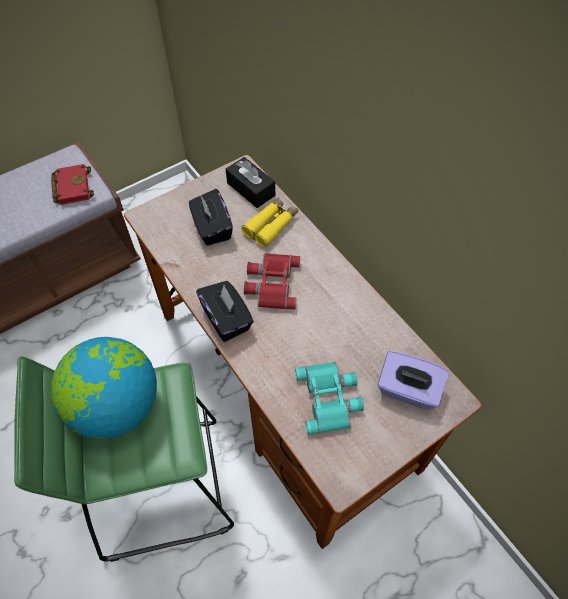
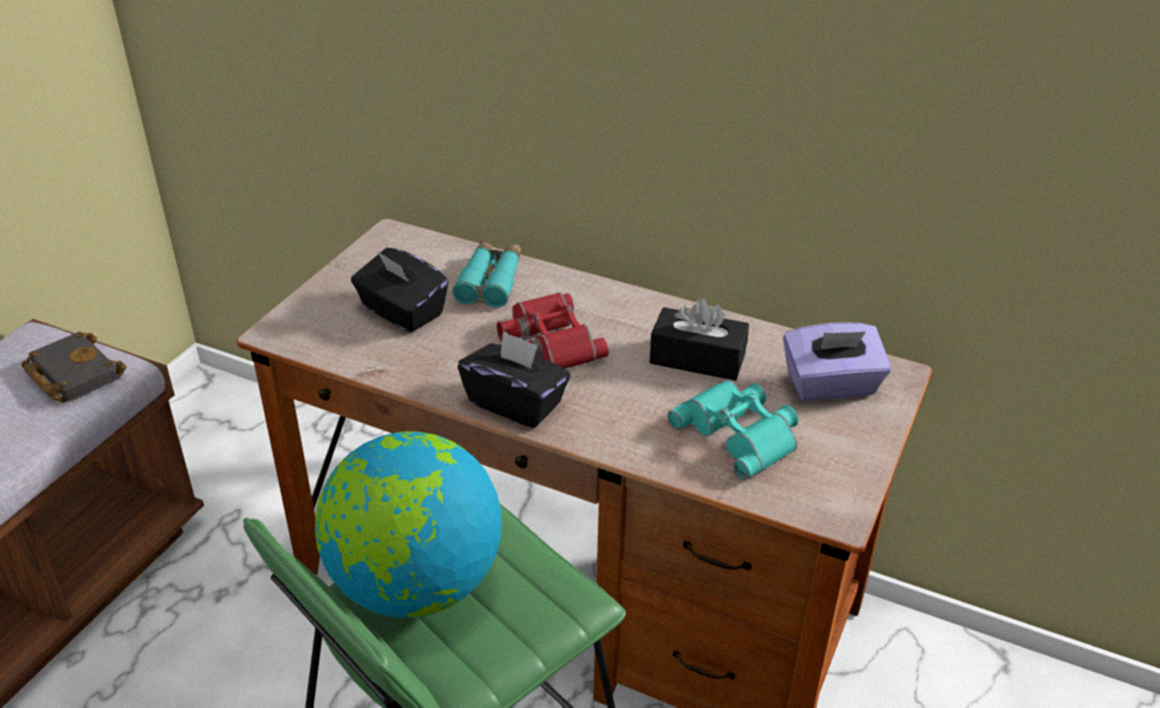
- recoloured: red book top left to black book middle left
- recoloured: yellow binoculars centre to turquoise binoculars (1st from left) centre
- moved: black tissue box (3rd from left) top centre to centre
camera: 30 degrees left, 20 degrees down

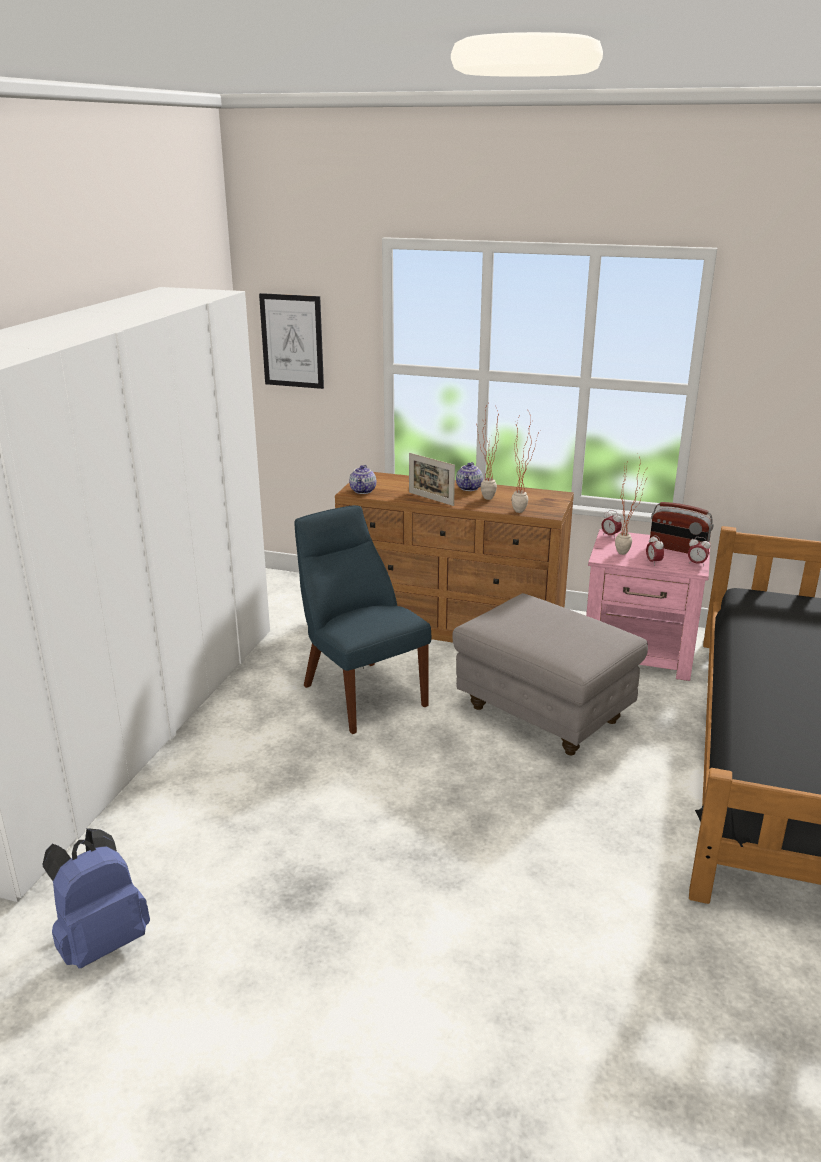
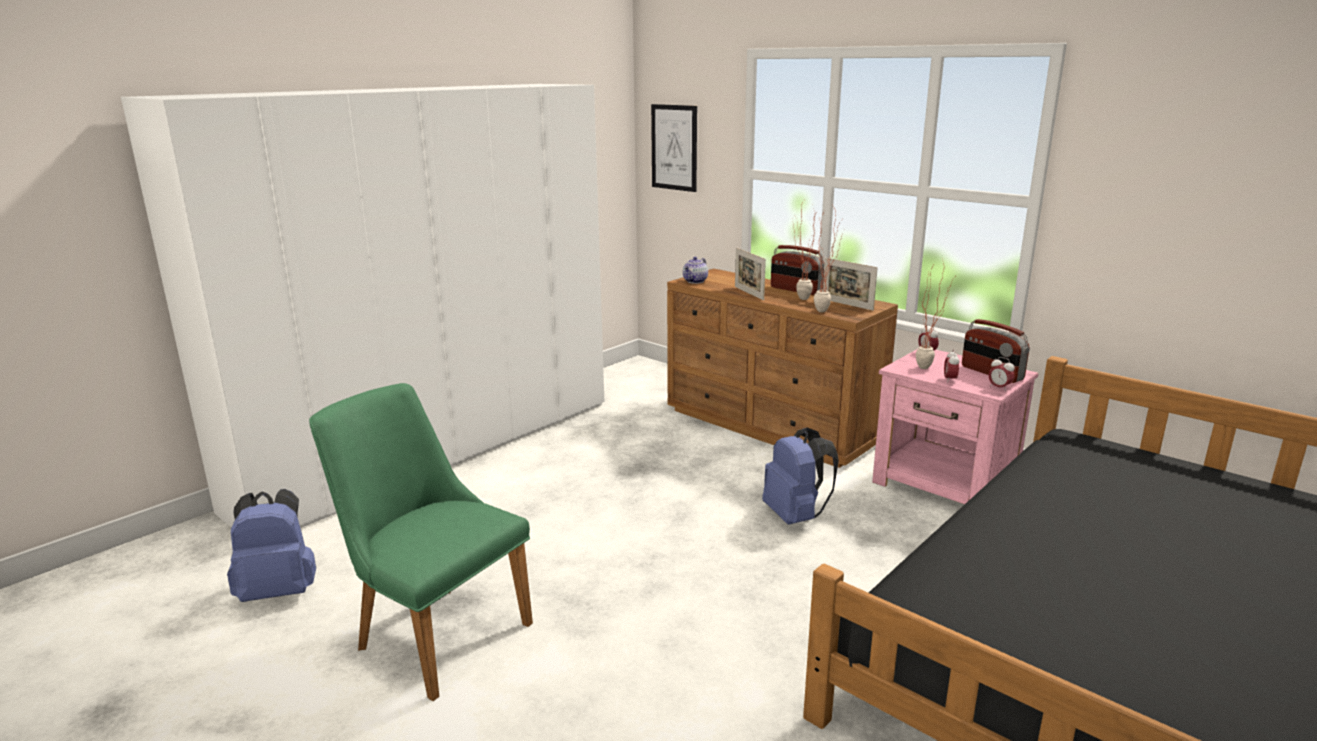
- added: green chair bottom left
- replaced: grey ottoman middle right to blue backpack (2nd from left) centre
- replaced: teapot (2nd from left) centre to radio (1st from left) centre
- added: picture frame (2nd from left) centre
- removed: blue chair centre
camera: 25 degrees right, 5 degrees down

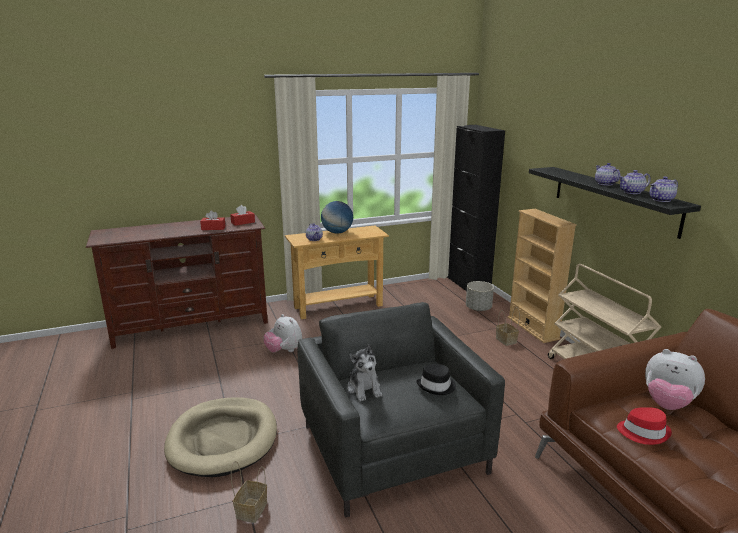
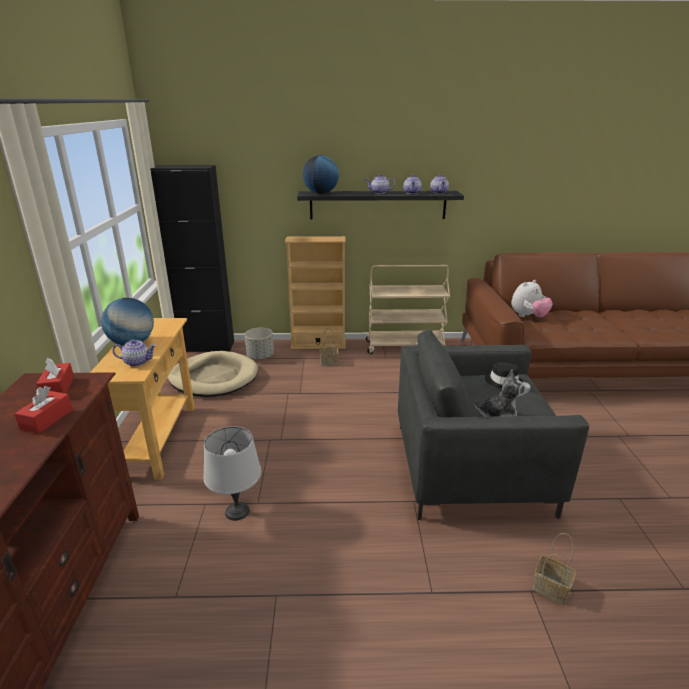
- moved: beige dog bed bottom left to middle left
- replaced: plush toy (1st from left) centre to grey table lamp bottom centre
- added: globe (2nd from left) top centre
- removed: red hat bottom right
camera: 70 degrees left, 5 degrees up

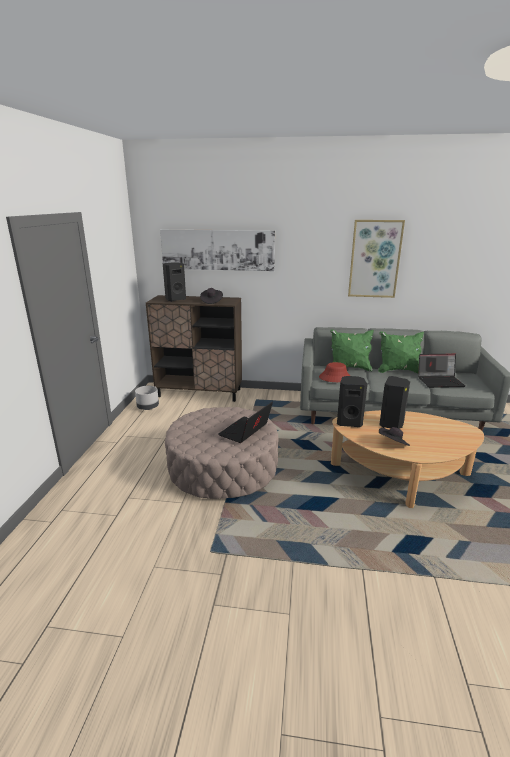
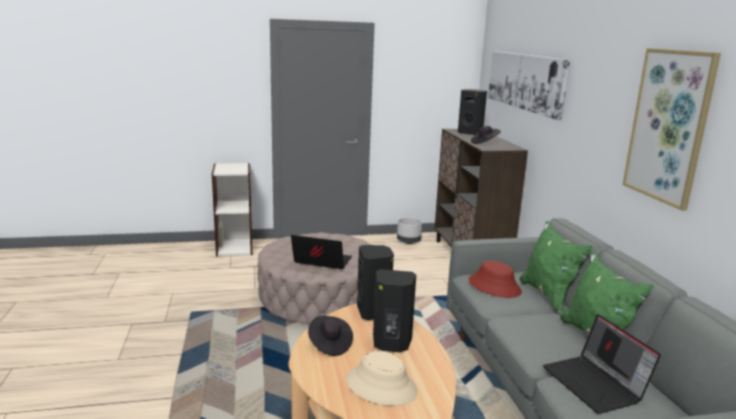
- added: bookcase middle left
- added: beige hat bottom centre
camera: 70 degrees right, 5 degrees down

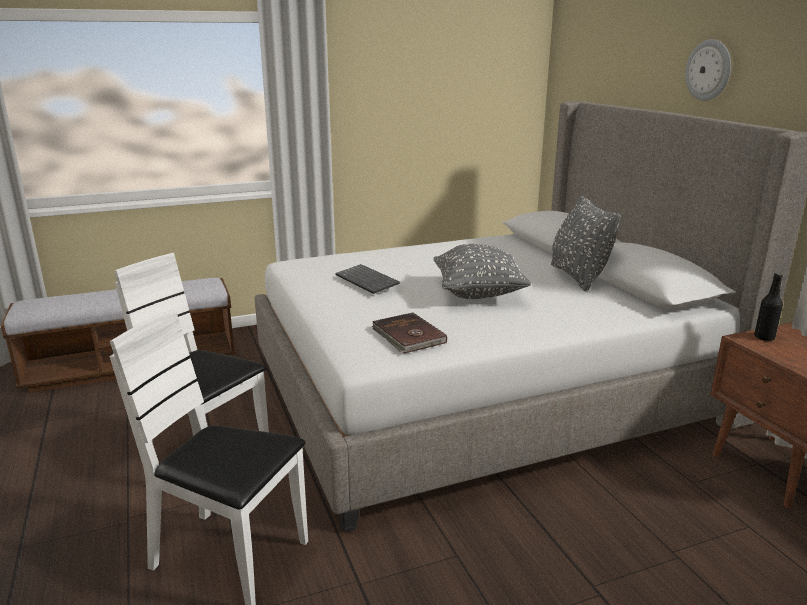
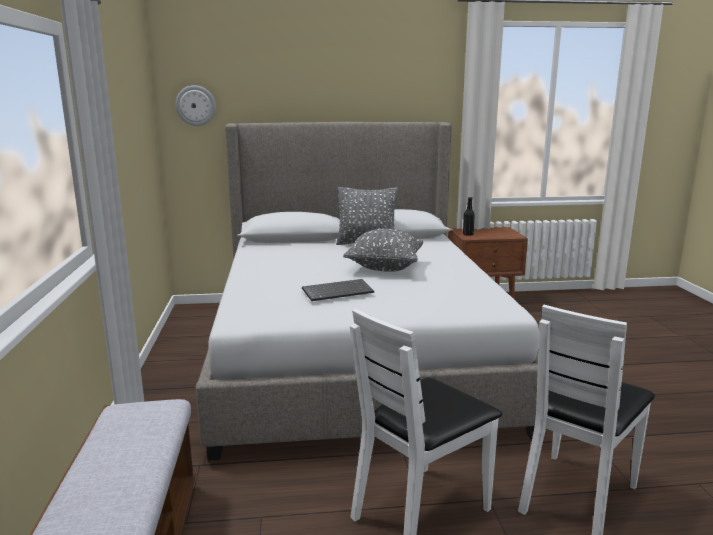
- moved: wall clock top right to top left
- removed: brown book centre
camera: 75 degrees left, 5 degrees down

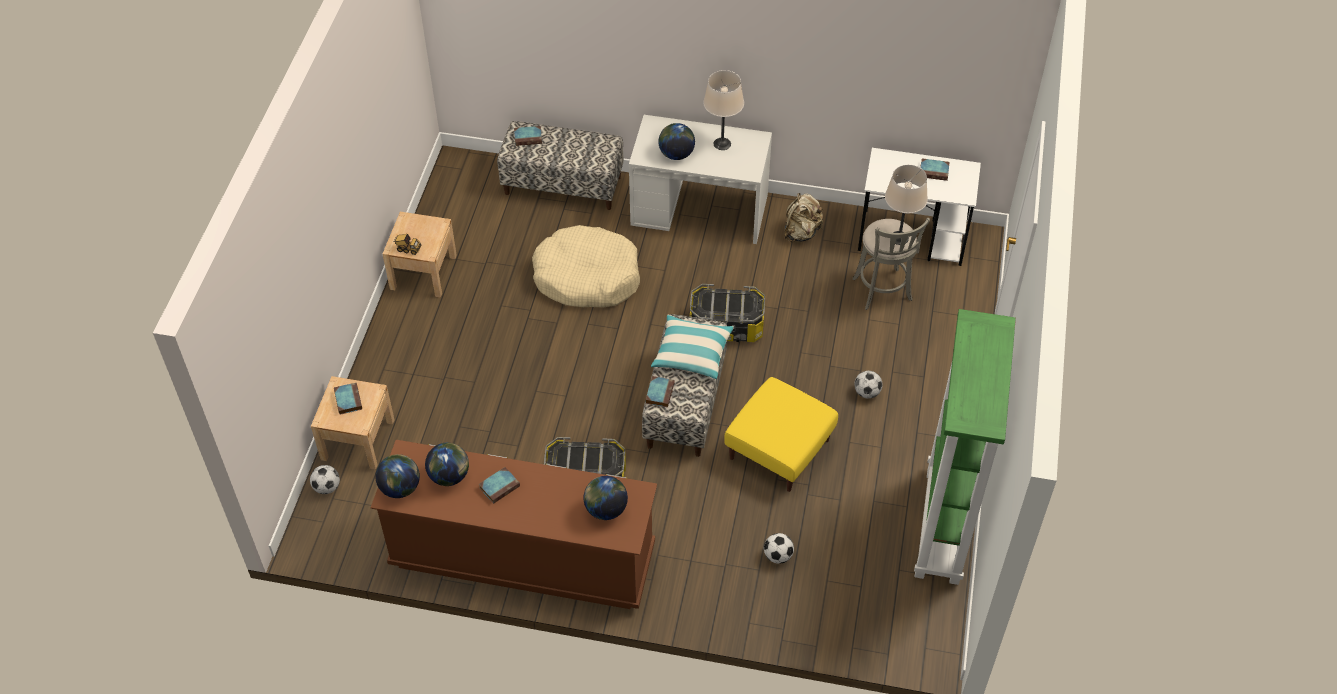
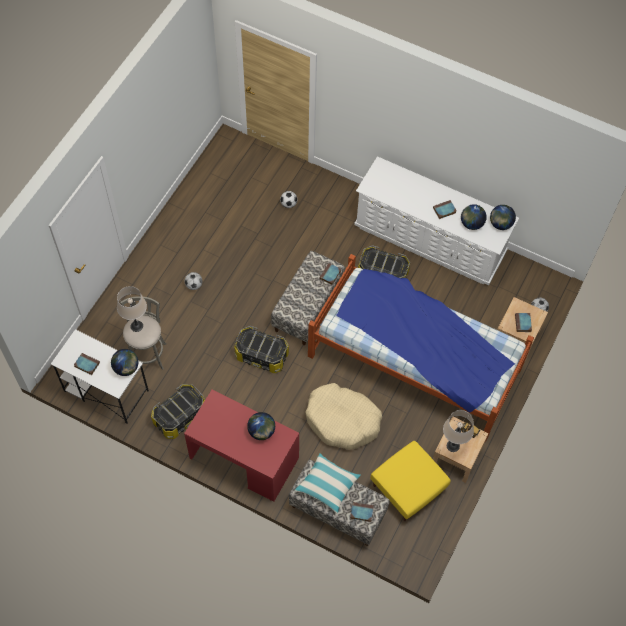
- moved: globe (3rd from left in the first image) bottom centre to globe (1st from left) middle left
- replaced: beige backpack top centre to storage box (1st from left) middle left
- recoloured: white desk (1st from left) top centre to red desk bottom centre
- moved: pillow centre to bottom centre
- added: bed middle right
- recoloured: brown dresser bottom centre to white dresser middle right
- moved: yellow ottoman centre to bottom centre
- moved: beige table lamp (1st from left in the first image) top centre to beige table lamp (2nd from left) bottom right
- removed: green bookcase middle right
camera: 165 degrees left, 10 degrees up

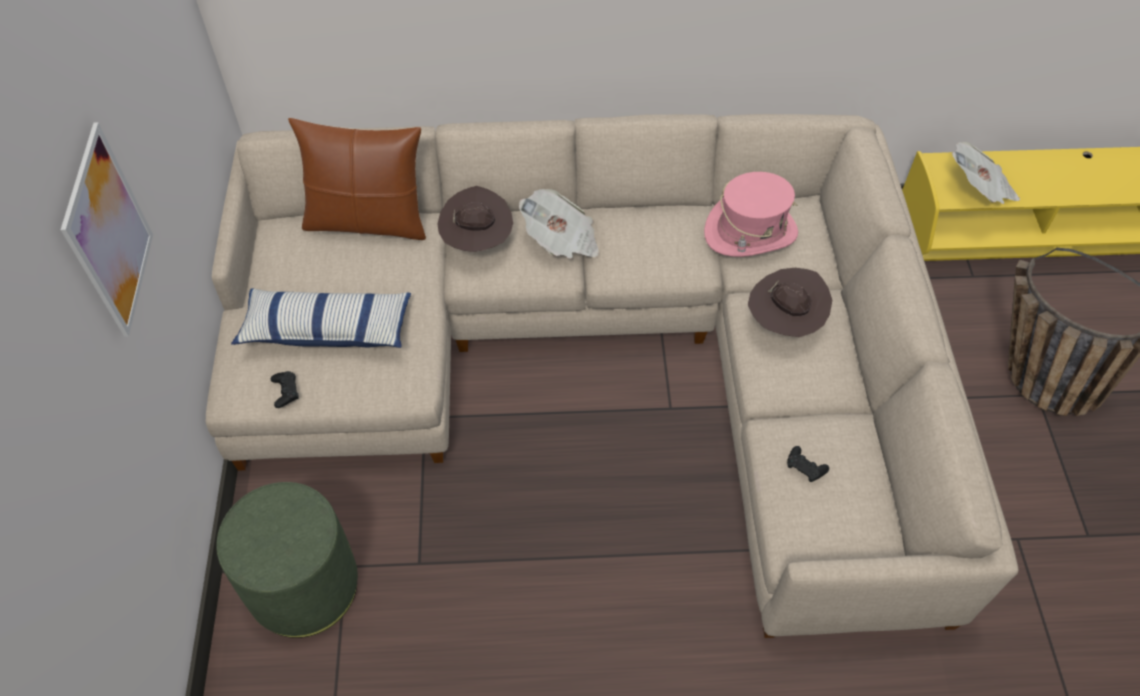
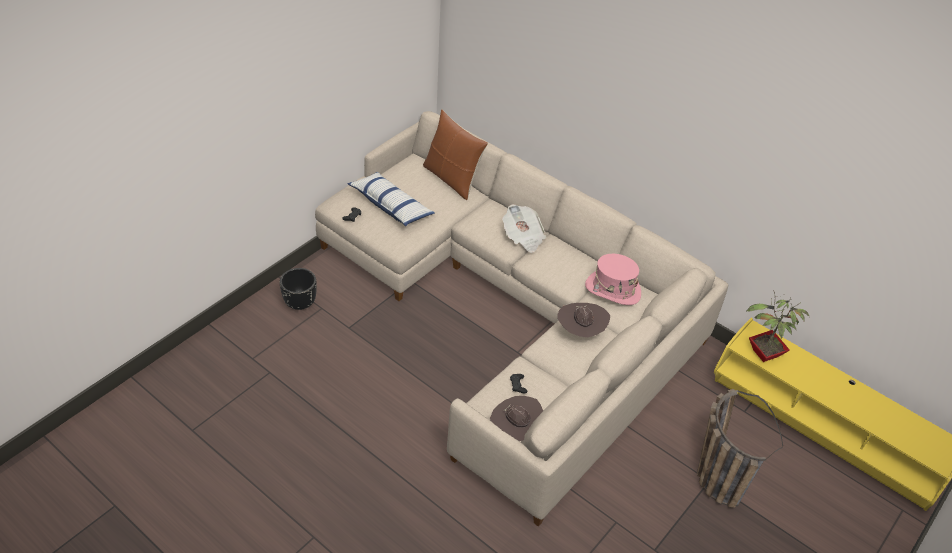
- replaced: green ottoman bottom left to black planter middle left
- moved: brown hat (1st from left) top centre to bottom centre
- replaced: newspaper (2nd from left) top right to potted plant middle right
- removed: picture top left
camera: 40 degrees right, 10 degrees down

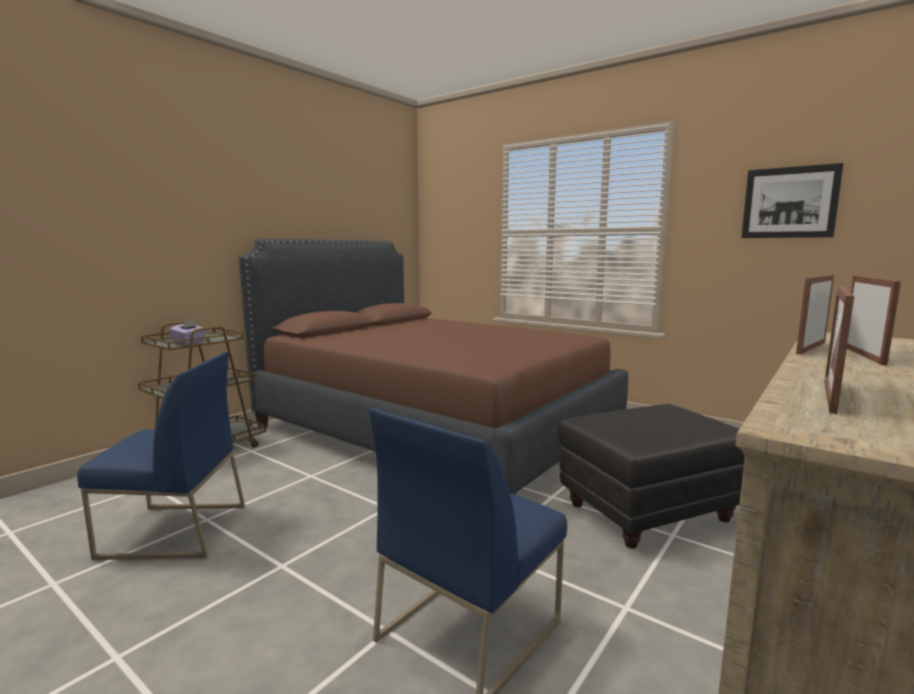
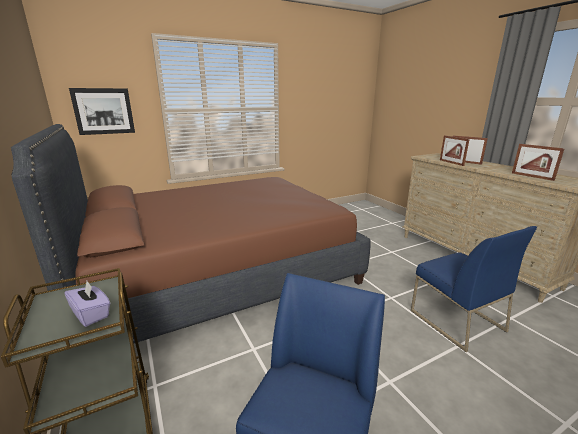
- moved: picture top right to top left
- removed: black ottoman bottom right
camera: 65 degrees left, 10 degrees up

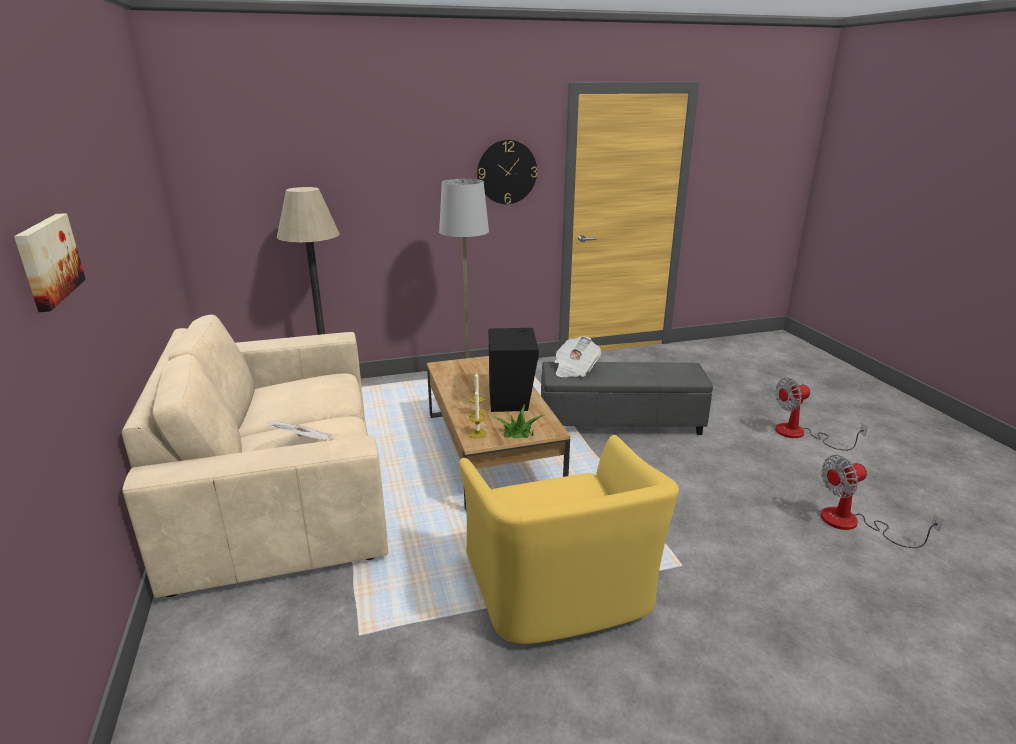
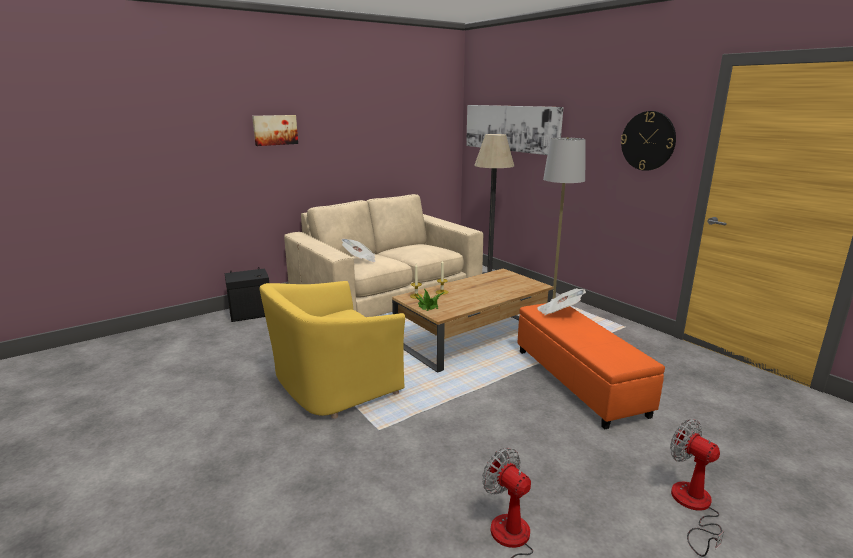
- moved: black speaker centre to middle left
- added: picture (2nd from left) top centre
- recoloured: grey ottoman centre to orange ottoman middle right
camera: 70 degrees right, 5 degrees down

